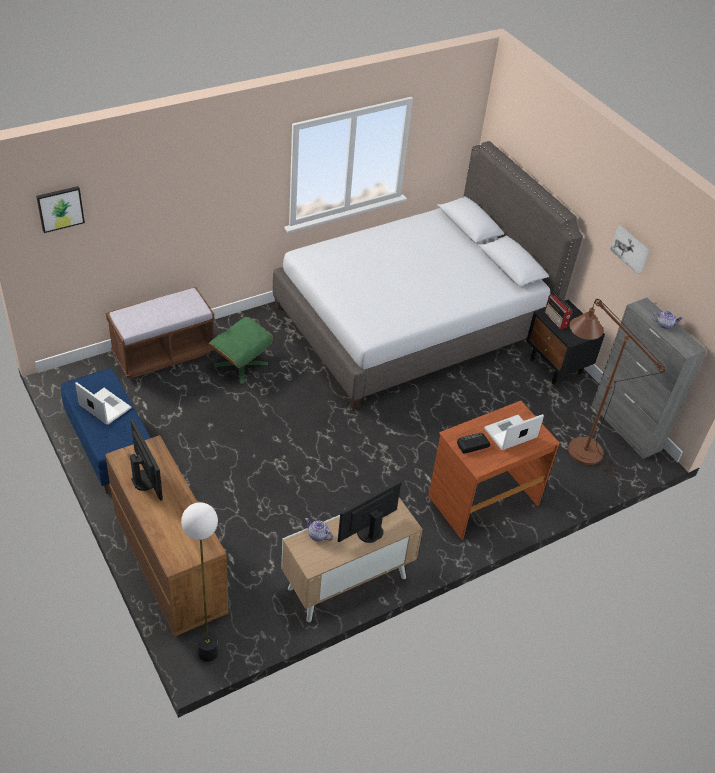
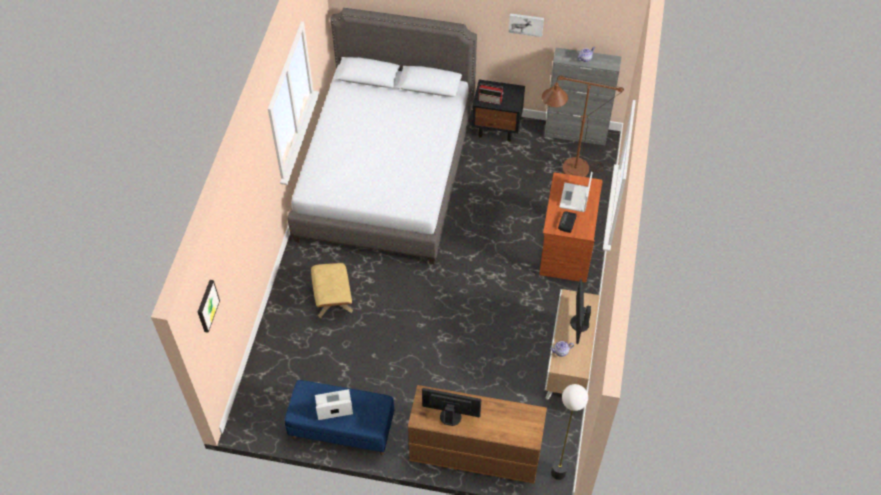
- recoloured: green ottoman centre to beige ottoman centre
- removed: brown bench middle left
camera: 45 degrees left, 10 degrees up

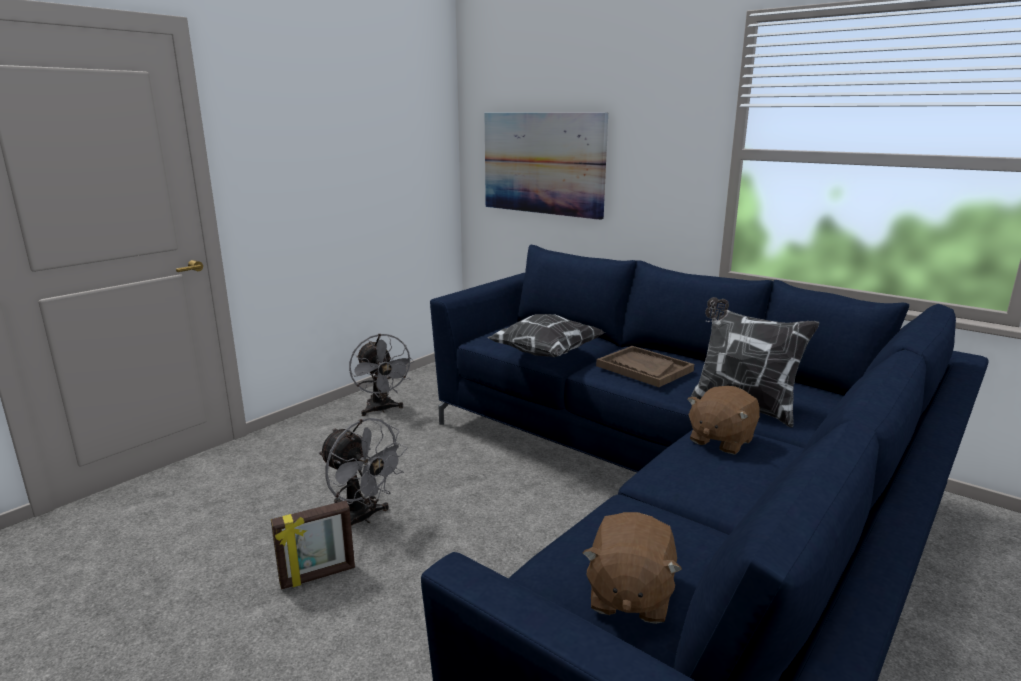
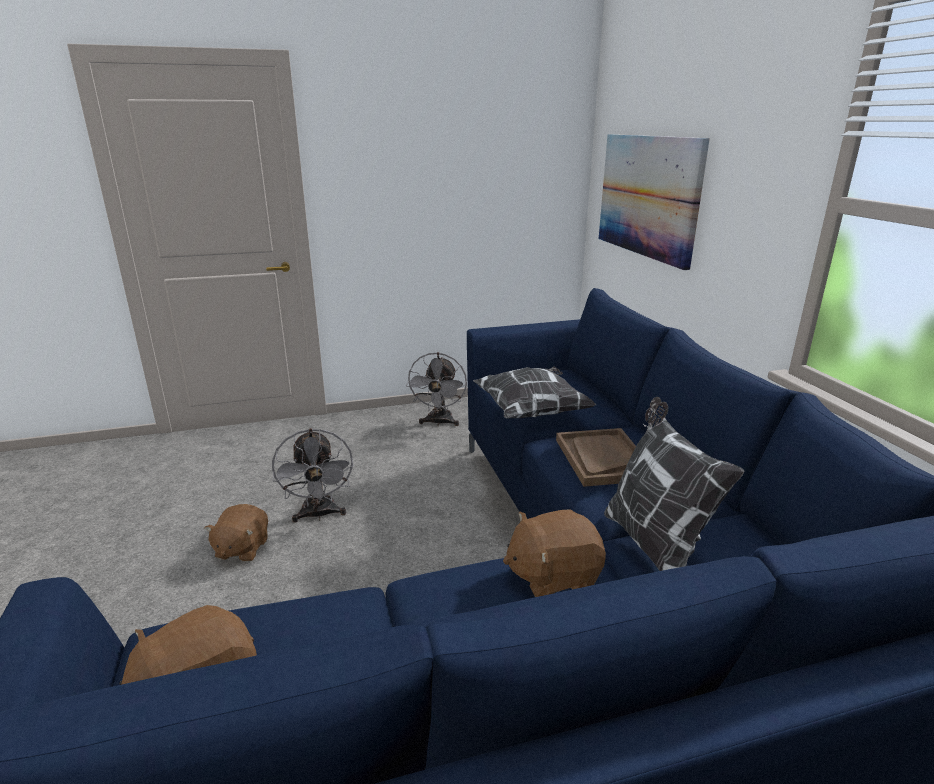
- replaced: picture frame bottom left to brown plush toy (2nd from left) bottom left
camera: 35 degrees right, 5 degrees up

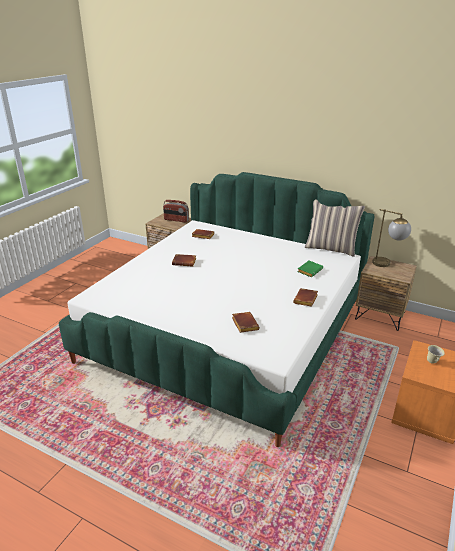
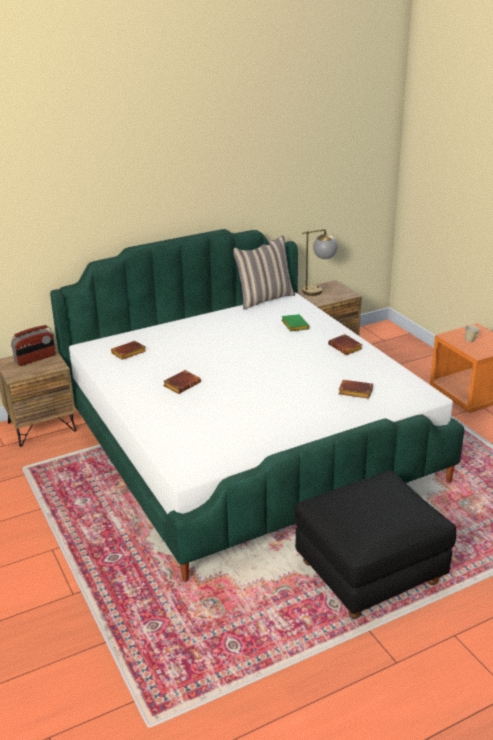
- added: black ottoman bottom right
camera: 55 degrees left, 0 degrees up

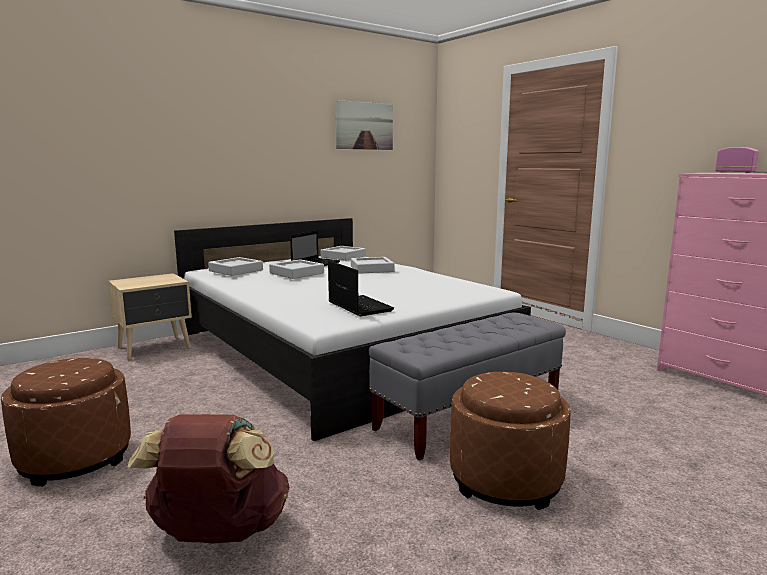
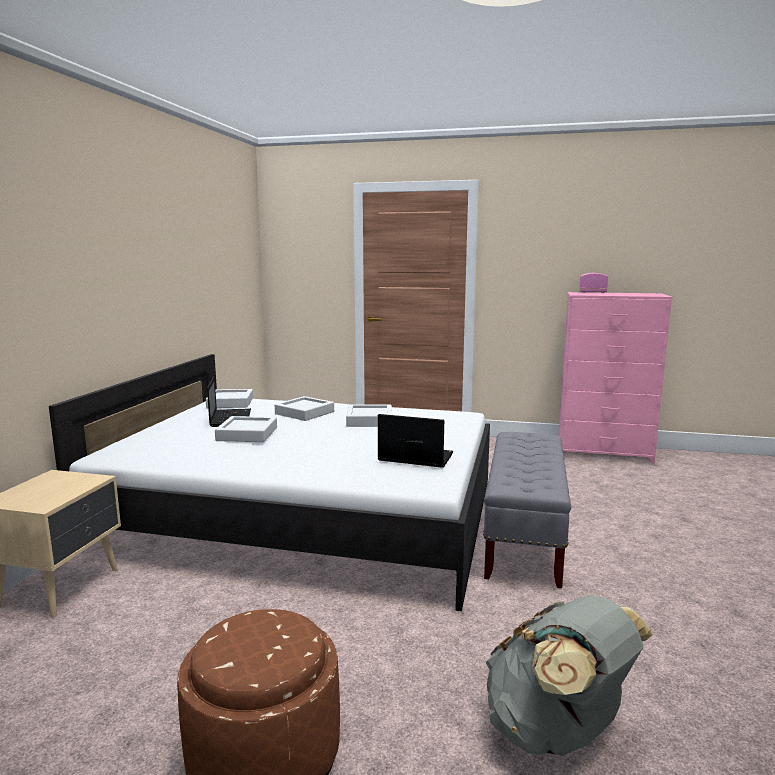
- moved: grey tray (1st from left in the first image) middle left to grey tray (4th from left) centre
- recoloured: brown backpack bottom left to grey backpack bottom right
- removed: picture top centre
- removed: brown ottoman (2nd from left) bottom centre
camera: 40 degrees left, 0 degrees up

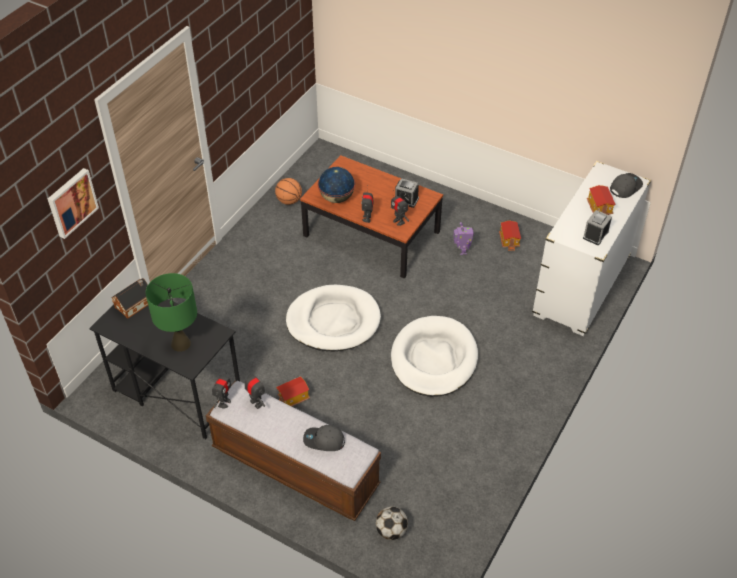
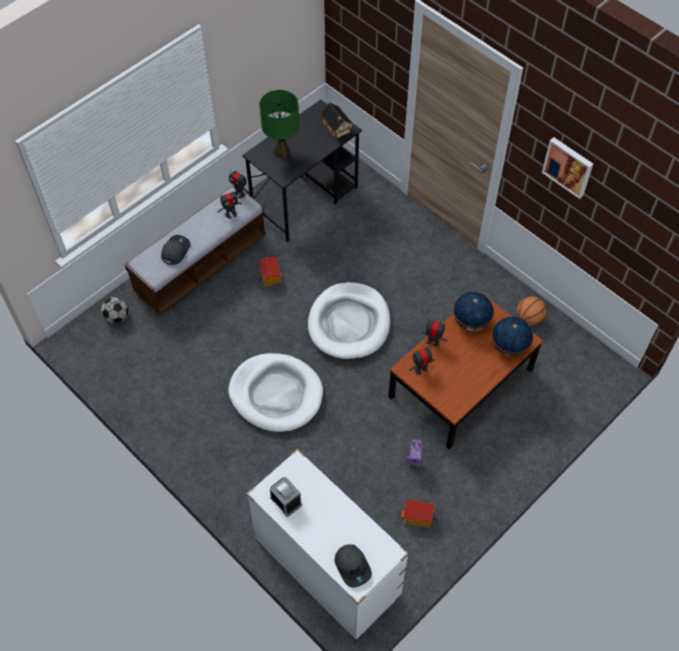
- added: globe (2nd from left) middle right
- moved: picture middle left to top right
- removed: alarm clock (1st from left) centre
- removed: toy house (4th from left) middle right
camera: 105 degrees right, 10 degrees up

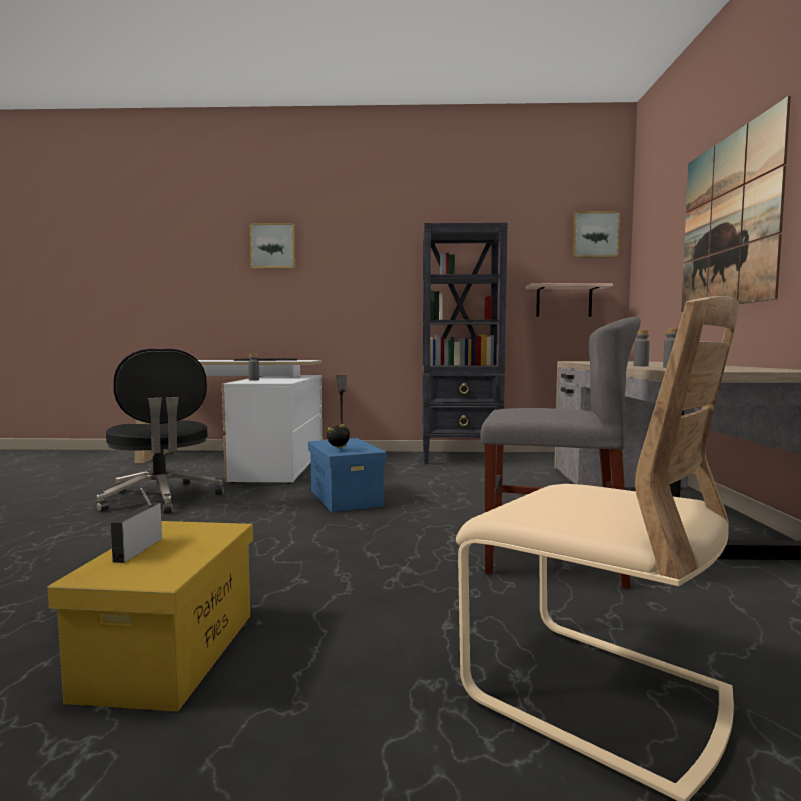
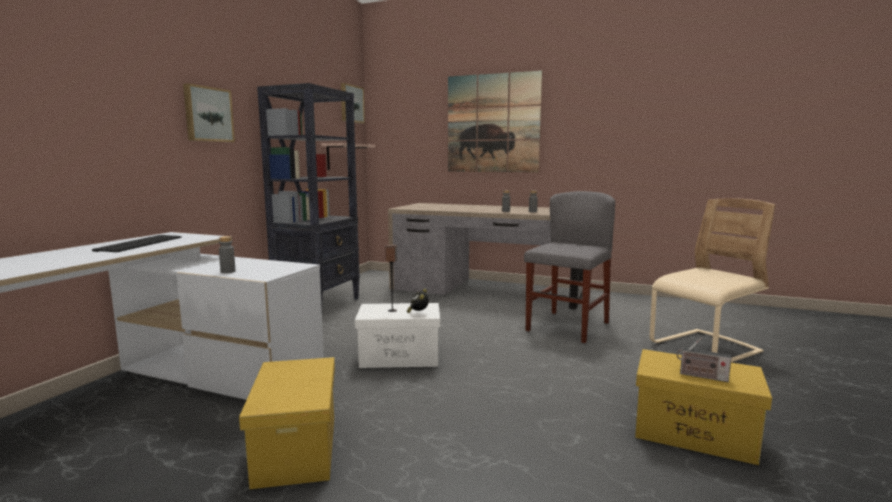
- moved: picture (1st from left) top centre to top left
- replaced: black office chair middle left to yellow storage box (1st from left) bottom left
- recoloured: blue storage box centre to white storage box bottom centre
camera: 70 degrees left, 5 degrees up

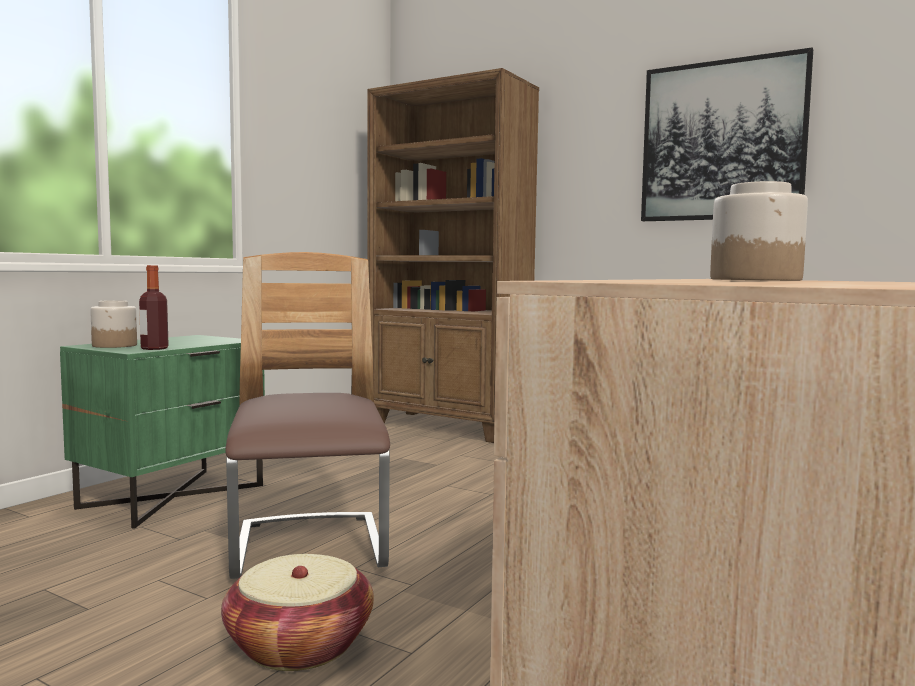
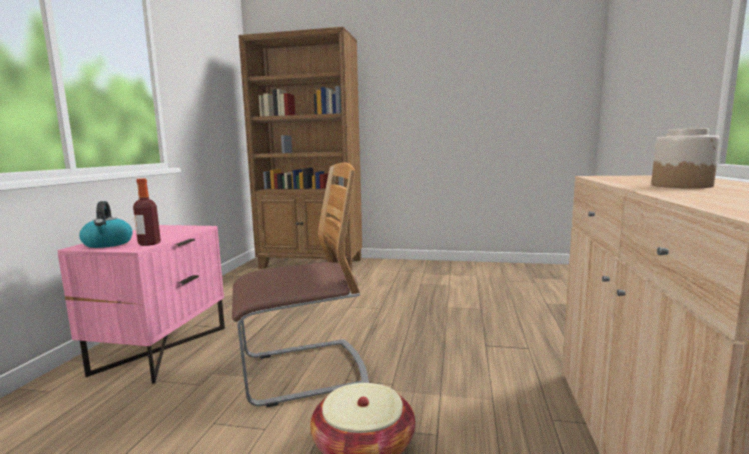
- recoloured: green nightstand middle left to pink nightstand bottom left
- replaced: jar (1st from left) middle left to kettle middle left
- turned: chair centre = centre 105 degrees clockwise
- removed: picture top right
camera: 20 degrees left, 5 degrees up

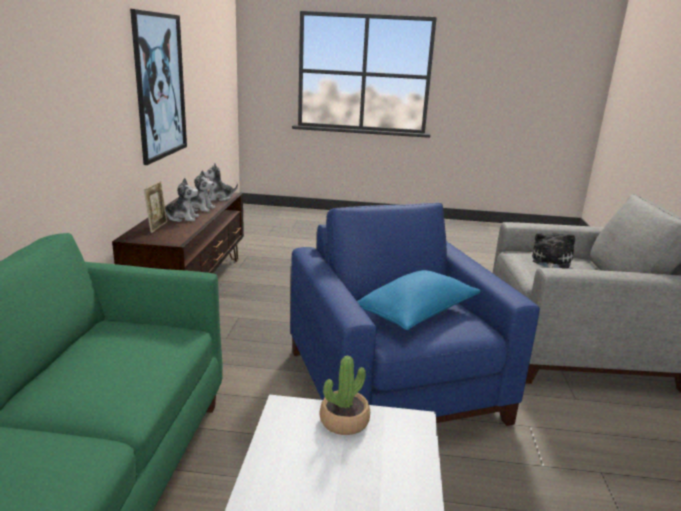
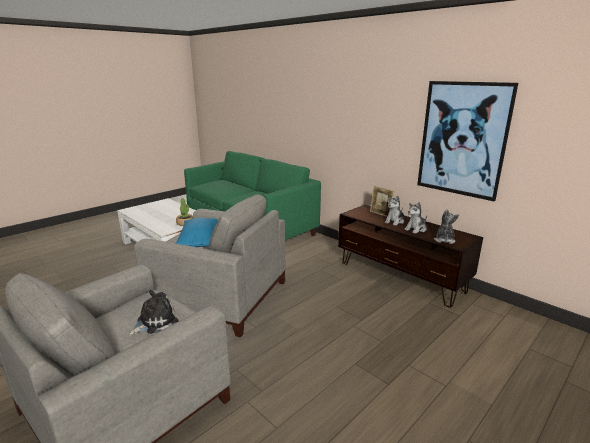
- turned: plush toy (4th from left in the first image) middle right = bottom left 105 degrees counterclockwise
- recoloured: blue armchair centre to grey armchair (2nd from left) centre
camera: 130 degrees right, 0 degrees up

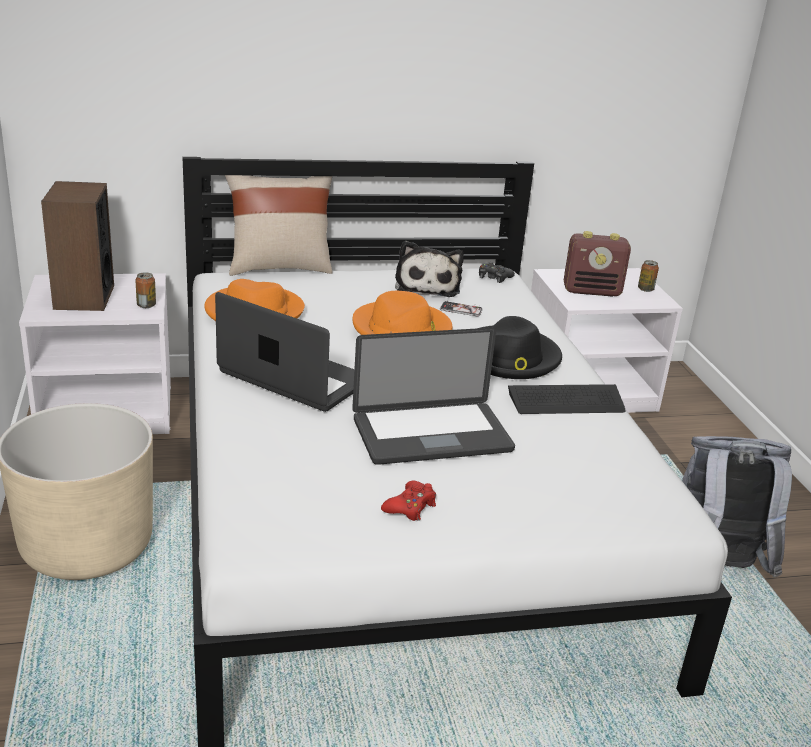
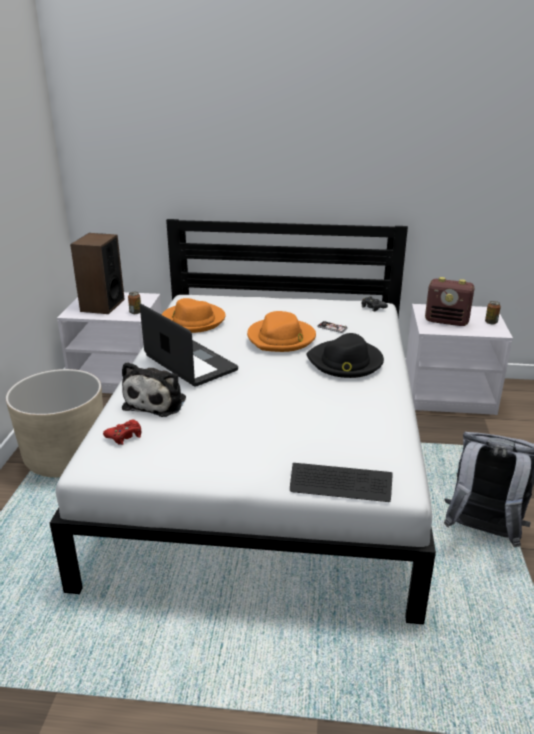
- moved: red game controller bottom centre to middle left
- moved: plush toy centre to middle left
- moved: keyboard middle right to centre
- removed: beige pillow top centre
- removed: laptop (2nd from left) centre
camera: 20 degrees right, 0 degrees up

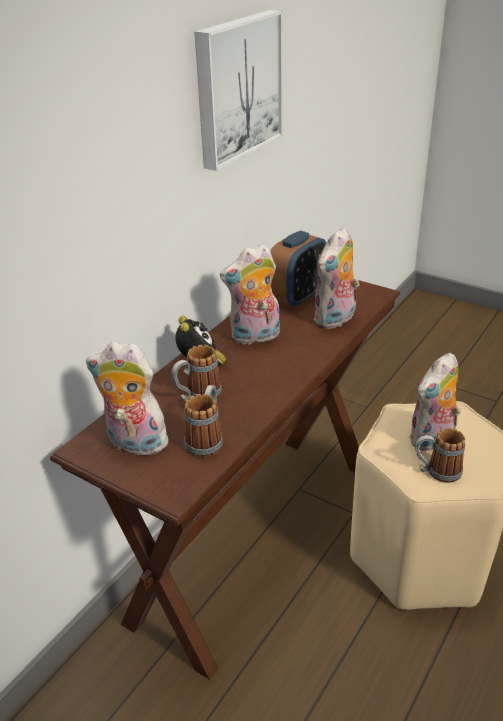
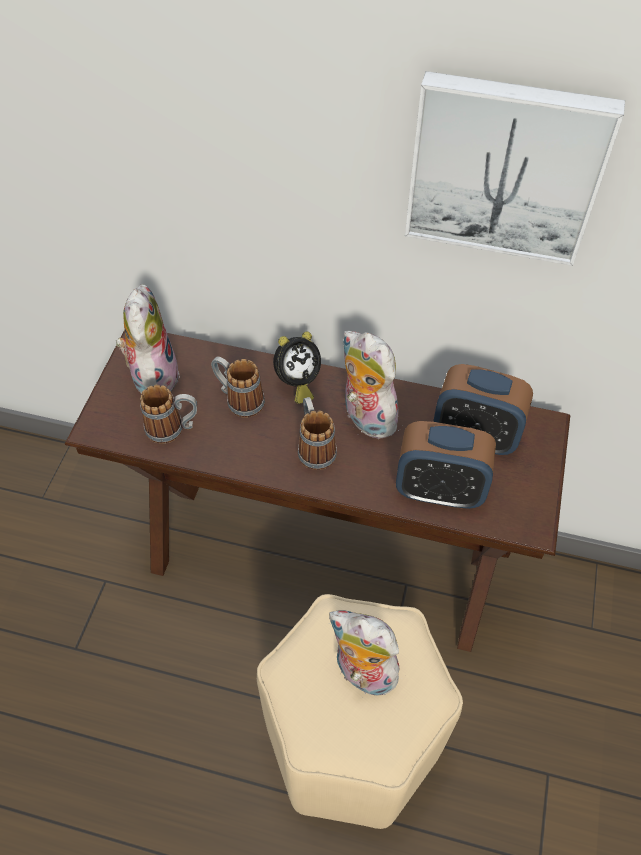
- moved: mug (3rd from left) middle right to centre
- replaced: plush toy (3rd from left) middle right to alarm clock (2nd from left) middle right
camera: 70 degrees right, 20 degrees up

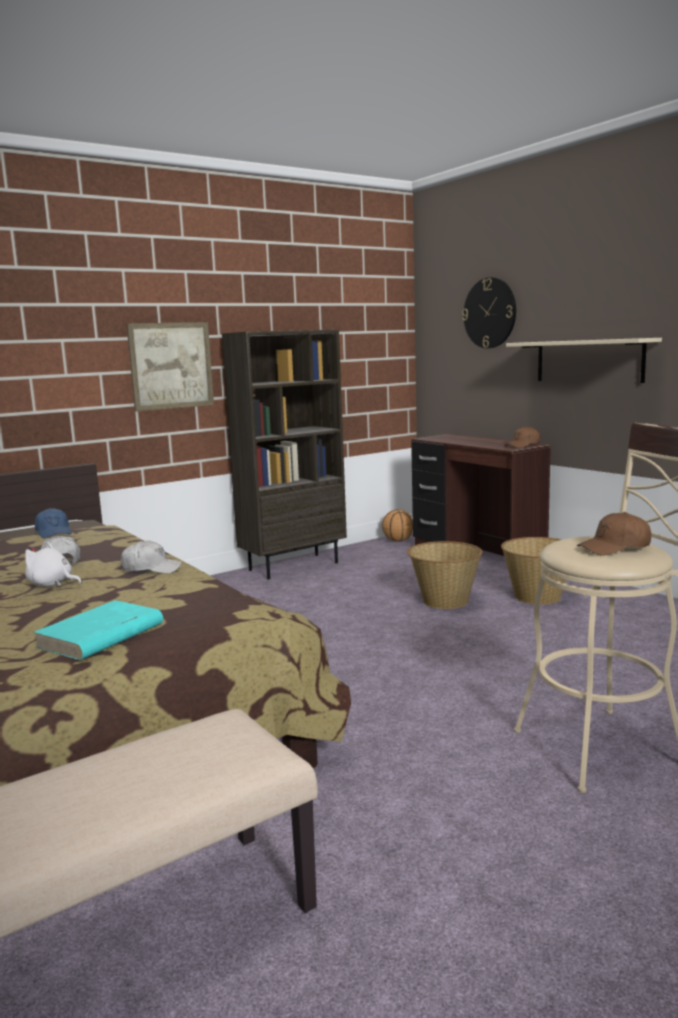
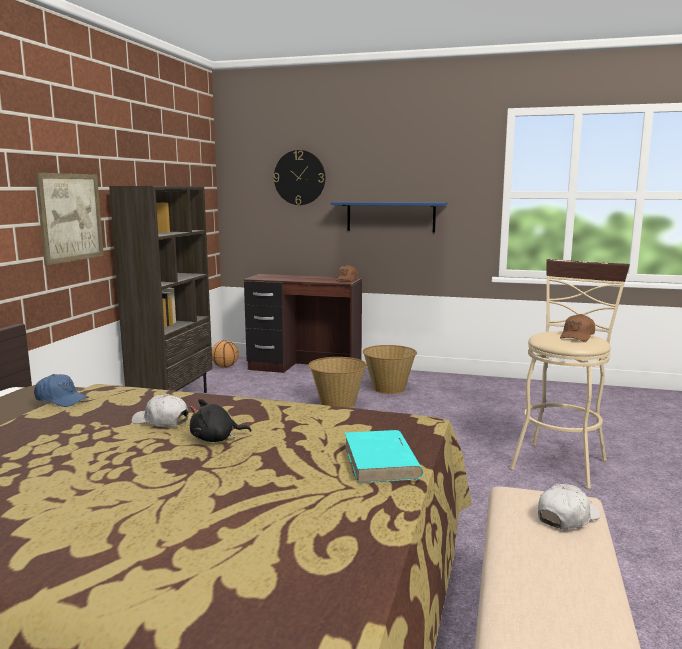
- recoloured: white plush toy middle left to black plush toy middle left
- recoloured: beige shelf middle right to blue shelf centre
- moved: white cap (2nd from left) middle left to bottom right
camera: 40 degrees left, 0 degrees up

